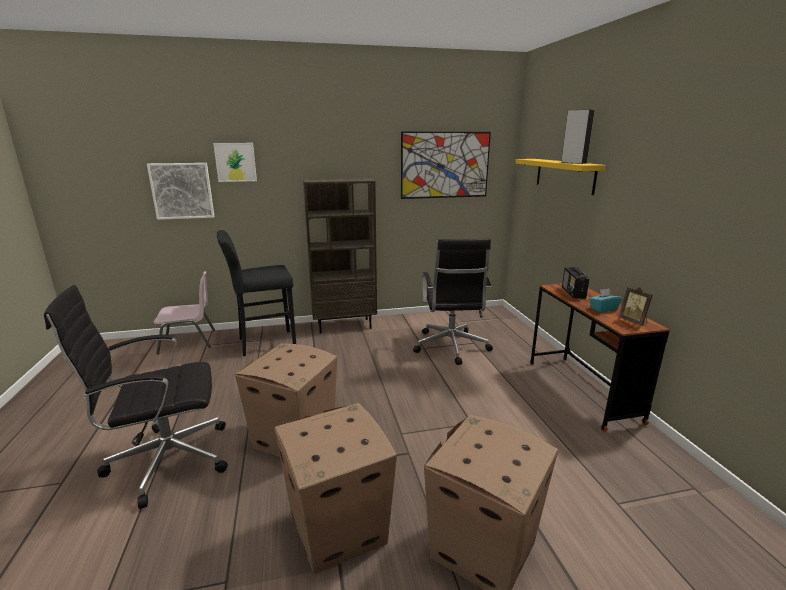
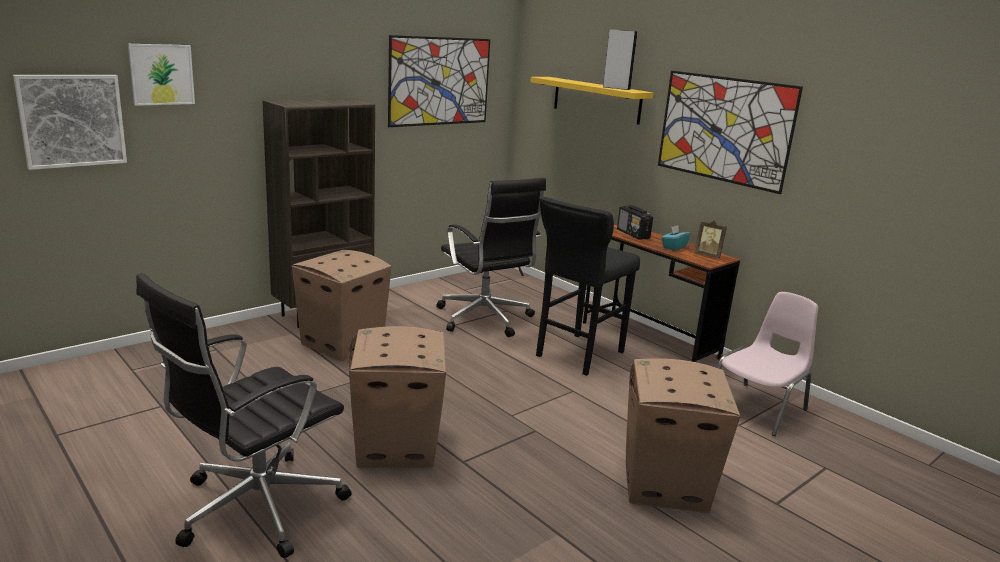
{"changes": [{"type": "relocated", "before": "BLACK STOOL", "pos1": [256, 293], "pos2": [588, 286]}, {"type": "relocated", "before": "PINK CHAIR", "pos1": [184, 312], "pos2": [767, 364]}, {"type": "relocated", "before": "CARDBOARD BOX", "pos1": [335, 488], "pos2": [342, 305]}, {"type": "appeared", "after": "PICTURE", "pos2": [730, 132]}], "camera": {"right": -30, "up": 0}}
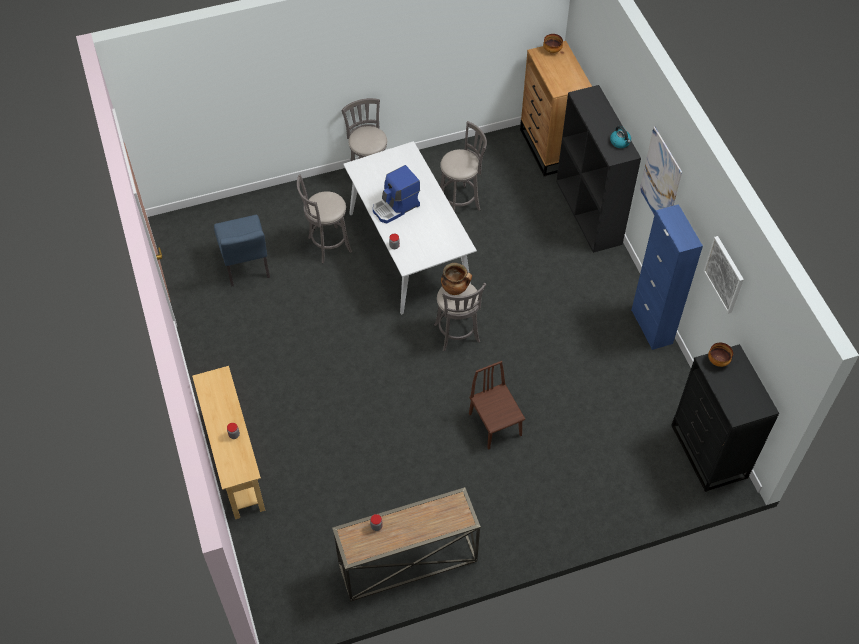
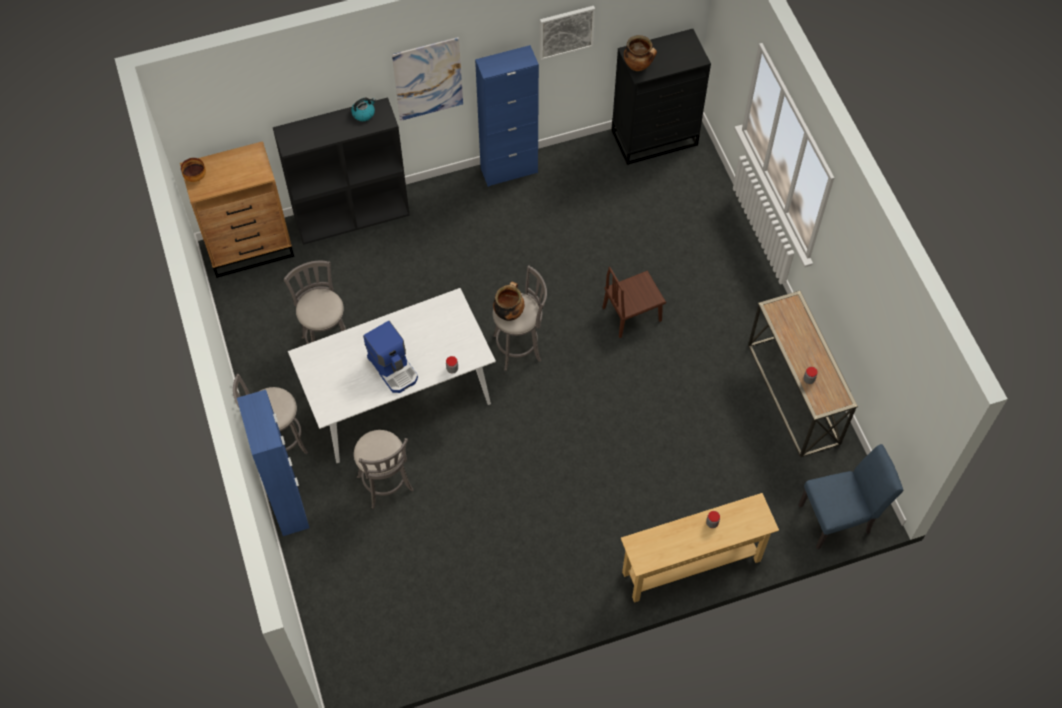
{"changes": [{"type": "relocated", "before": "BLUE CHAIR", "pos1": [242, 250], "pos2": [851, 496]}, {"type": "exchanged", "before": "BOWL", "after": "COOKING POT", "pos1": [720, 354], "pos2": [640, 53]}, {"type": "appeared", "after": "BLUE CABINET", "pos2": [273, 463]}], "camera": {"right": -90, "up": 5}}
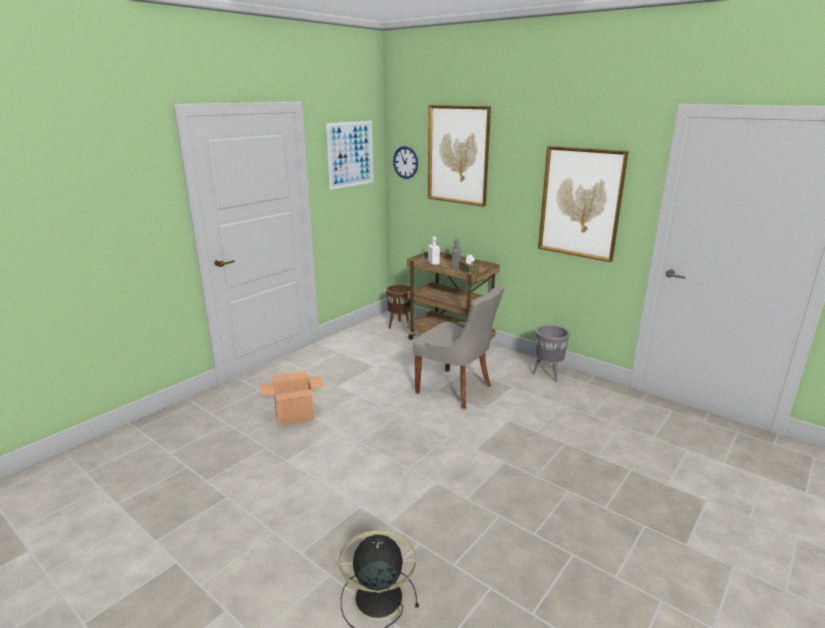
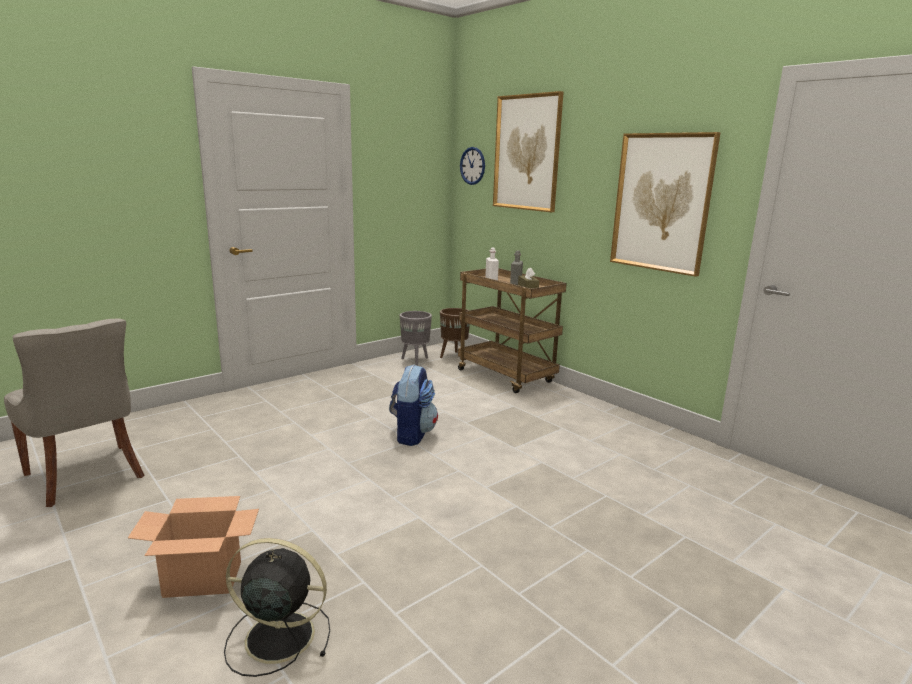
{"changes": [{"type": "missing", "before": "PICTURE", "pos1": [349, 155]}, {"type": "relocated", "before": "GREY CHAIR", "pos1": [459, 347], "pos2": [74, 412]}, {"type": "relocated", "before": "GREY PLANTER", "pos1": [550, 353], "pos2": [416, 338]}, {"type": "relocated", "before": "CARDBOARD BOX", "pos1": [292, 398], "pos2": [193, 547]}, {"type": "appeared", "after": "BACKPACK", "pos2": [413, 405]}], "camera": {"right": 10, "up": -5}}
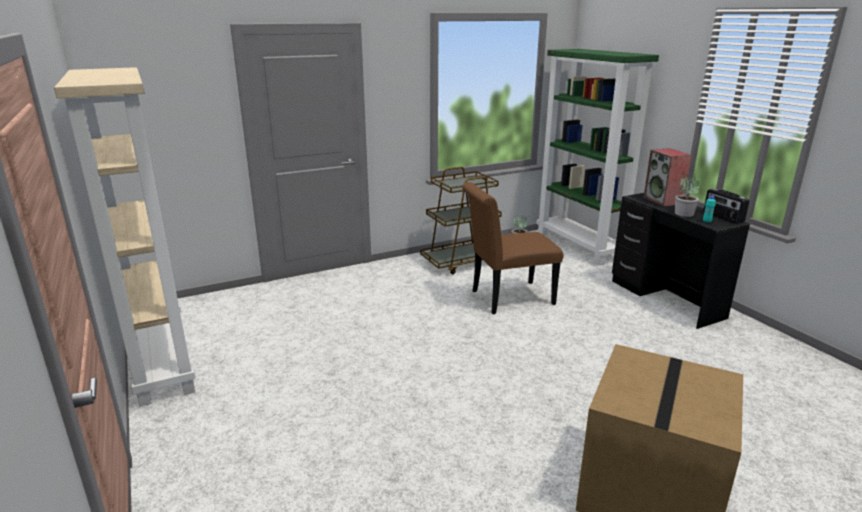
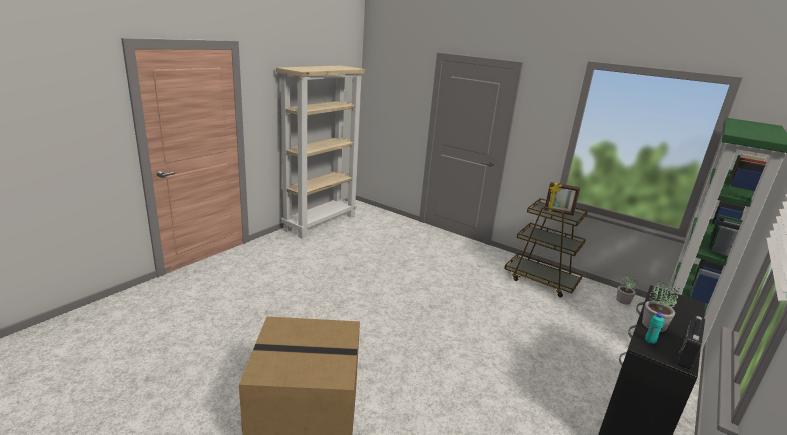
{"changes": [{"type": "missing", "before": "SPEAKER", "pos1": [667, 177]}, {"type": "missing", "before": "BROWN CHAIR", "pos1": [512, 248]}, {"type": "appeared", "after": "PICTURE FRAME", "pos2": [562, 198]}], "camera": {"right": 60, "up": 0}}
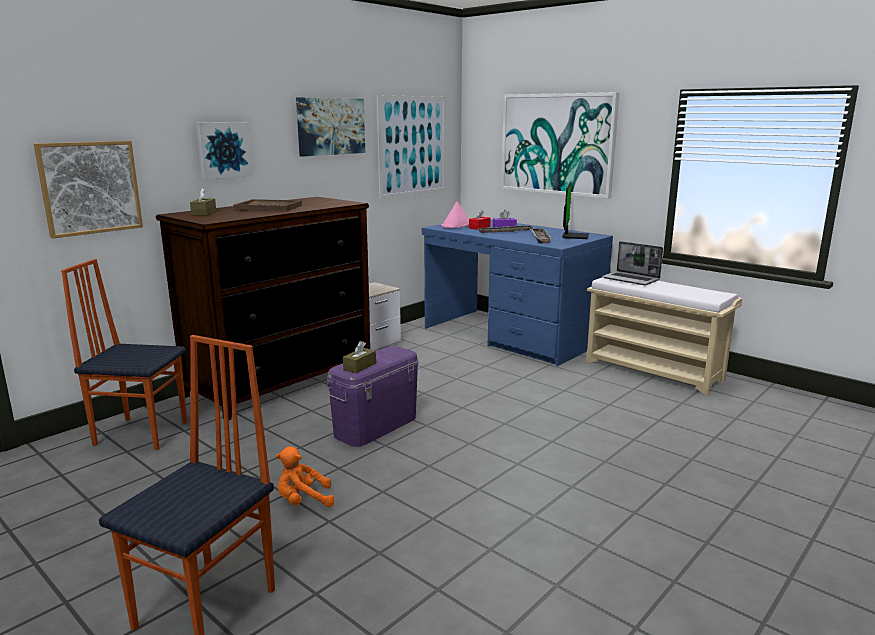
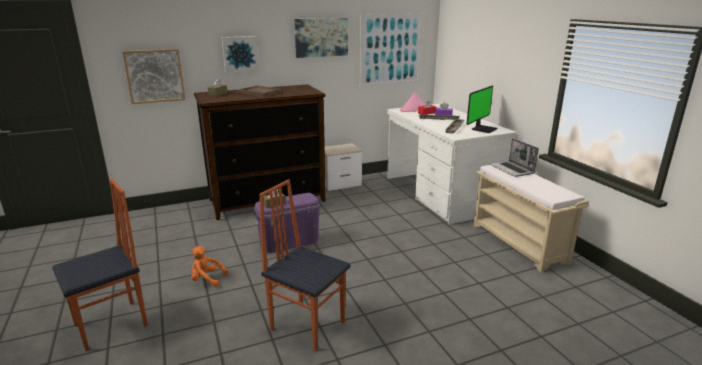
{"changes": [{"type": "missing", "before": "PICTURE", "pos1": [560, 145]}, {"type": "colour", "before": "BLUE DESK", "after": "WHITE DESK", "pos1": [517, 293], "pos2": [451, 164]}, {"type": "relocated", "before": "CHAIR", "pos1": [124, 354], "pos2": [304, 265]}], "camera": {"right": 25, "up": 5}}
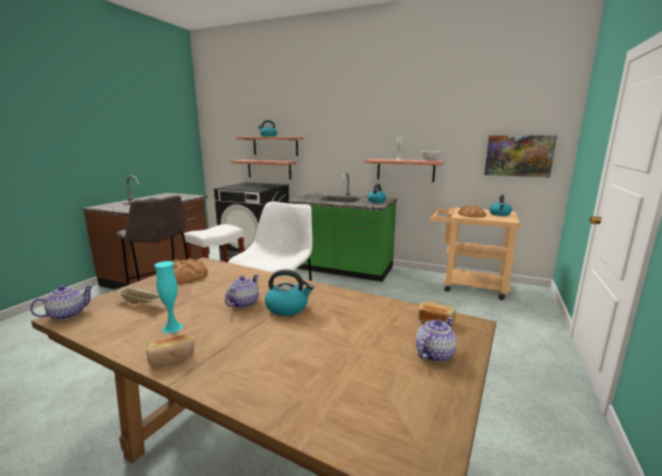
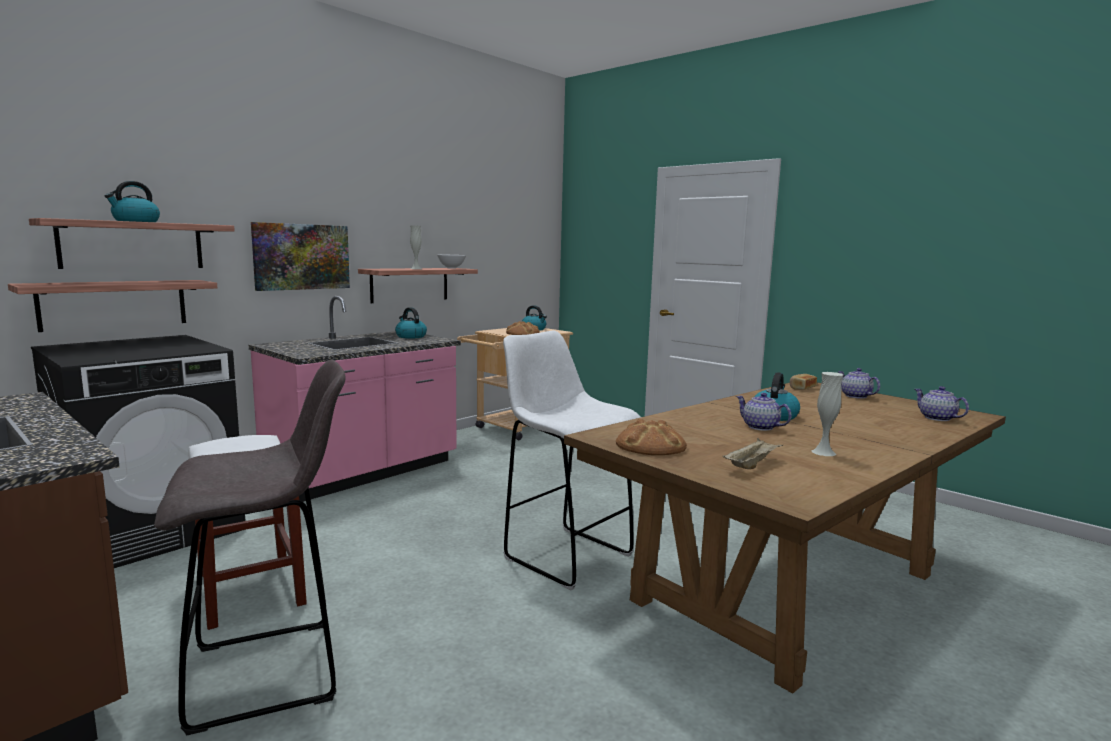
{"changes": [{"type": "relocated", "before": "PICTURE", "pos1": [520, 156], "pos2": [300, 256]}, {"type": "colour", "before": "GREEN COUNTER", "after": "PINK COUNTER", "pos1": [342, 227], "pos2": [355, 399]}, {"type": "colour", "before": "TURQUOISE VASE", "after": "WHITE VASE", "pos1": [168, 297], "pos2": [827, 414]}, {"type": "relocated", "before": "TEAPOT", "pos1": [62, 302], "pos2": [941, 403]}, {"type": "missing", "before": "BREAD", "pos1": [170, 350]}], "camera": {"right": -70, "up": -5}}
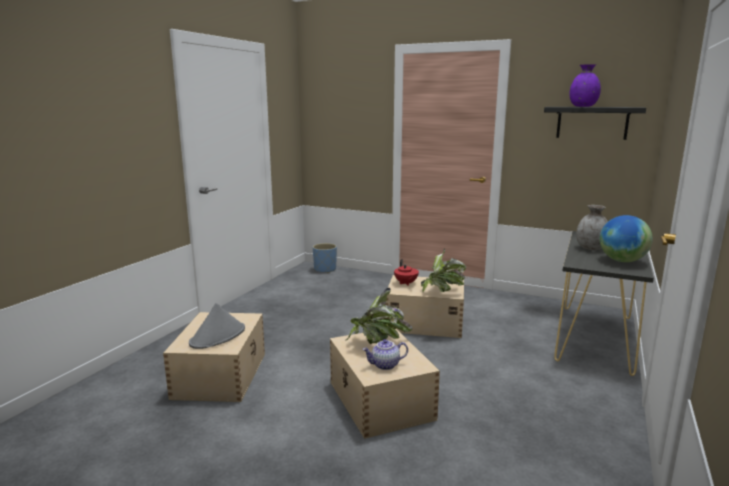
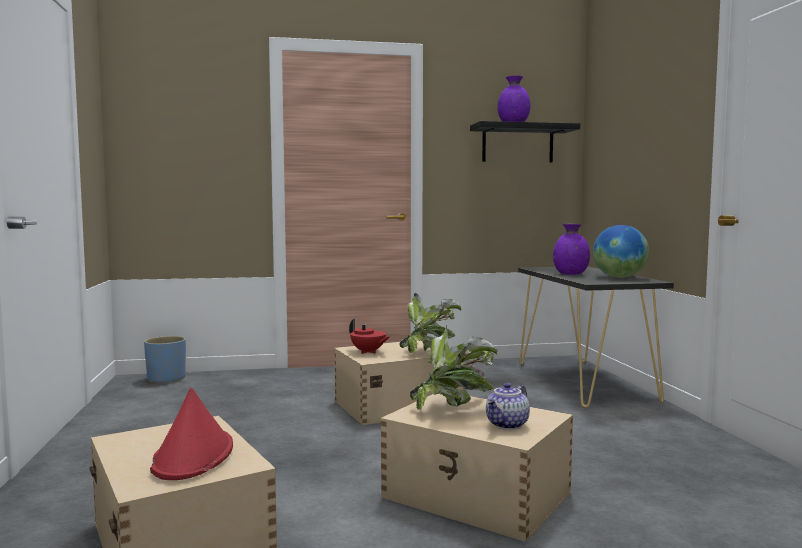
{"changes": [{"type": "colour", "before": "GREY VASE", "after": "PURPLE VASE", "pos1": [592, 227], "pos2": [571, 249]}, {"type": "colour", "before": "GREY HAT", "after": "RED HAT", "pos1": [217, 326], "pos2": [191, 434]}], "camera": {"right": -35, "up": -10}}
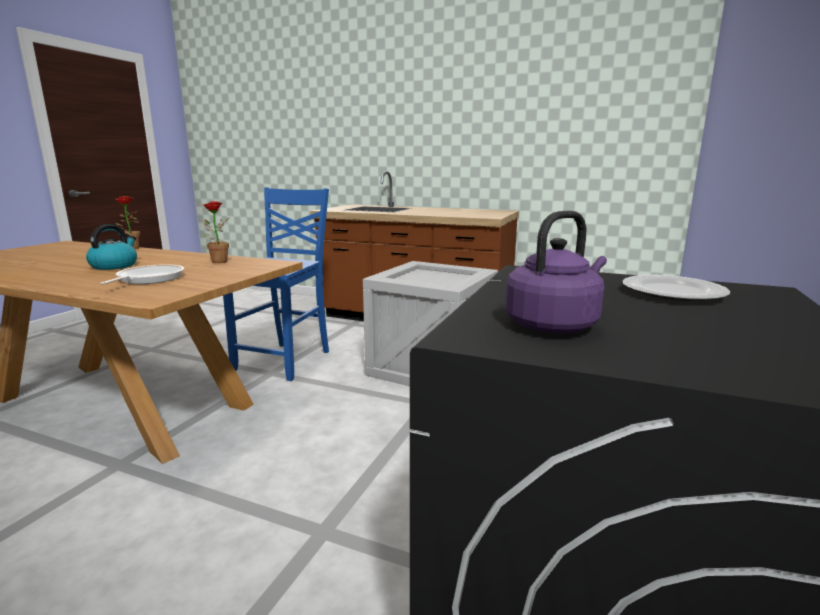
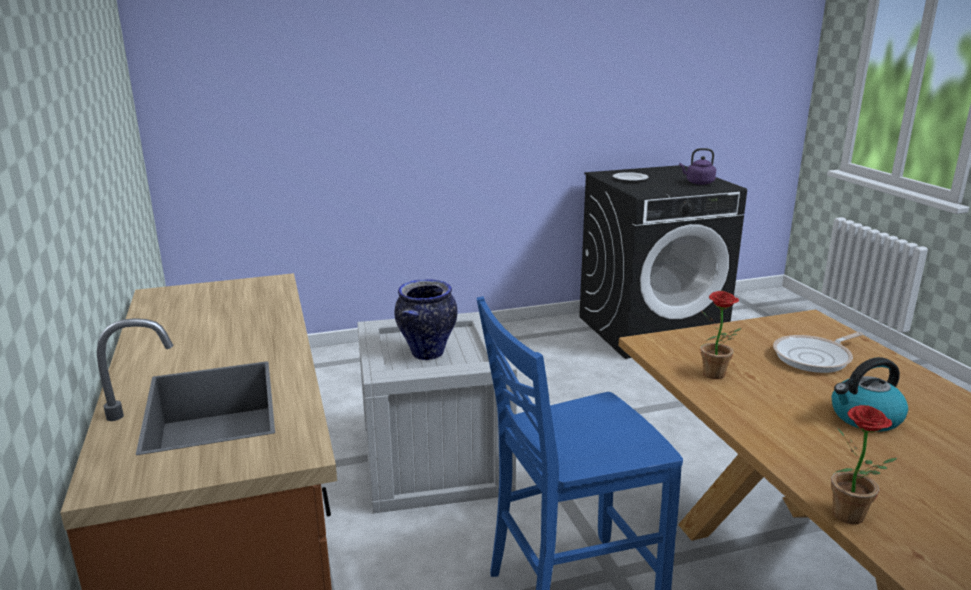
{"changes": [{"type": "appeared", "after": "VASE", "pos2": [426, 319]}], "camera": {"right": -130, "up": 5}}
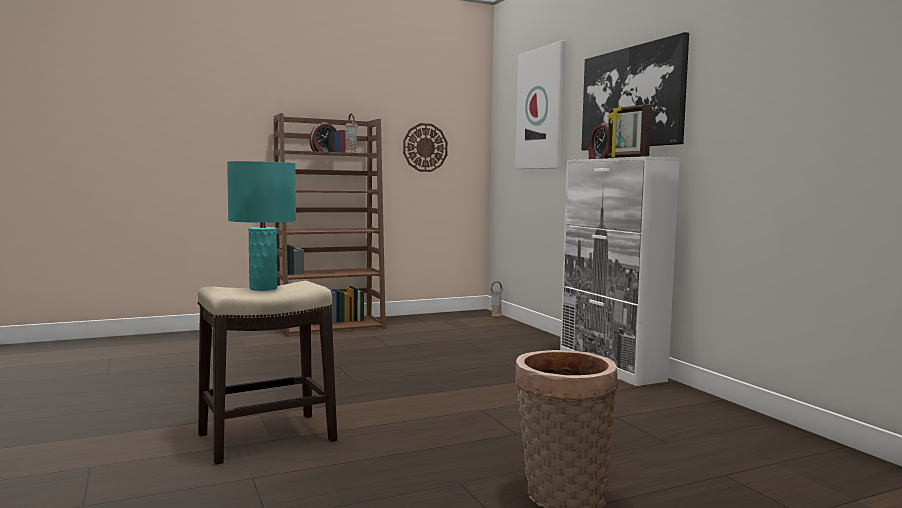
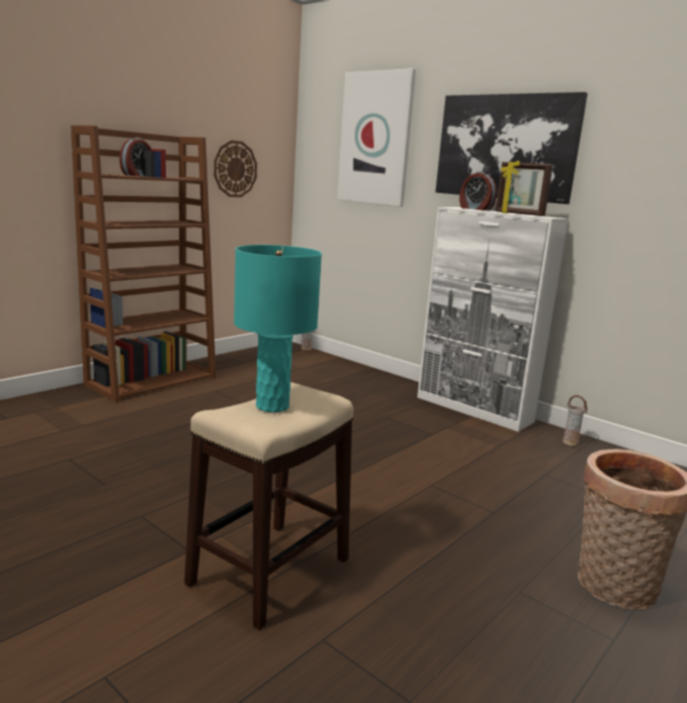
{"changes": [{"type": "relocated", "before": "VASE", "pos1": [351, 133], "pos2": [575, 420]}], "camera": {"right": -25, "up": 10}}
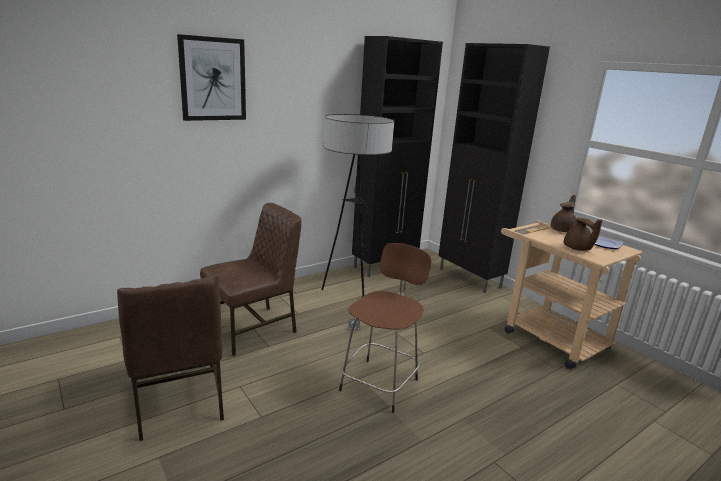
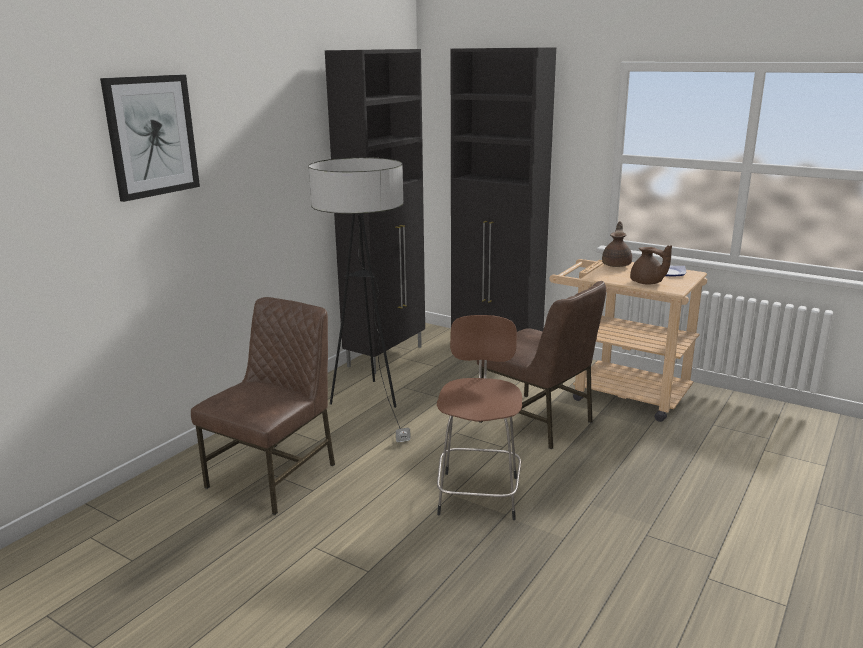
{"changes": [{"type": "relocated", "before": "BROWN CHAIR", "pos1": [170, 358], "pos2": [541, 365]}], "camera": {"right": -20, "up": 0}}
